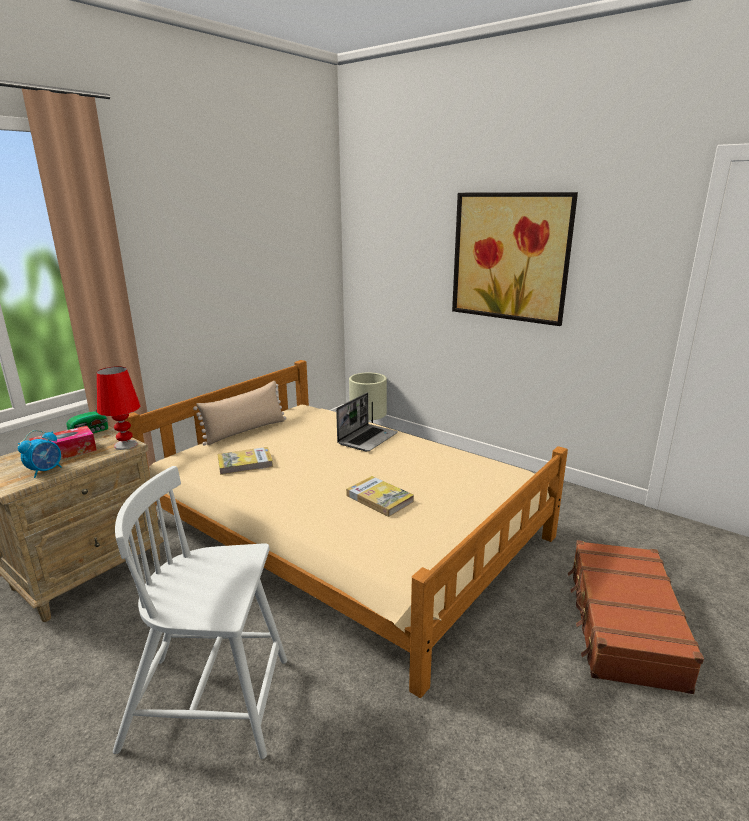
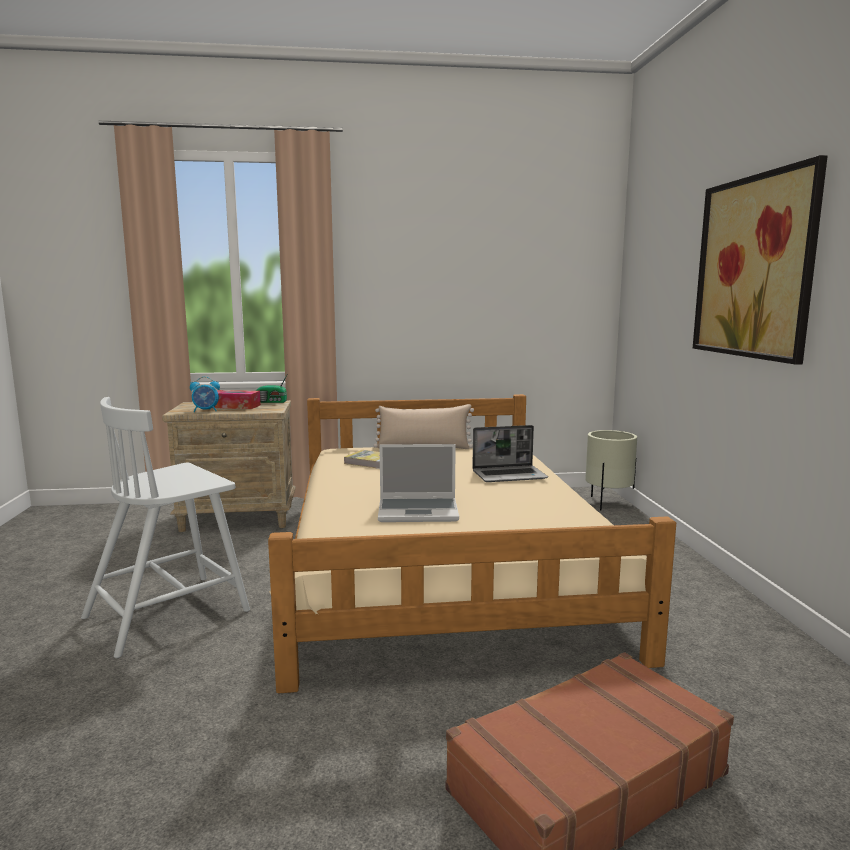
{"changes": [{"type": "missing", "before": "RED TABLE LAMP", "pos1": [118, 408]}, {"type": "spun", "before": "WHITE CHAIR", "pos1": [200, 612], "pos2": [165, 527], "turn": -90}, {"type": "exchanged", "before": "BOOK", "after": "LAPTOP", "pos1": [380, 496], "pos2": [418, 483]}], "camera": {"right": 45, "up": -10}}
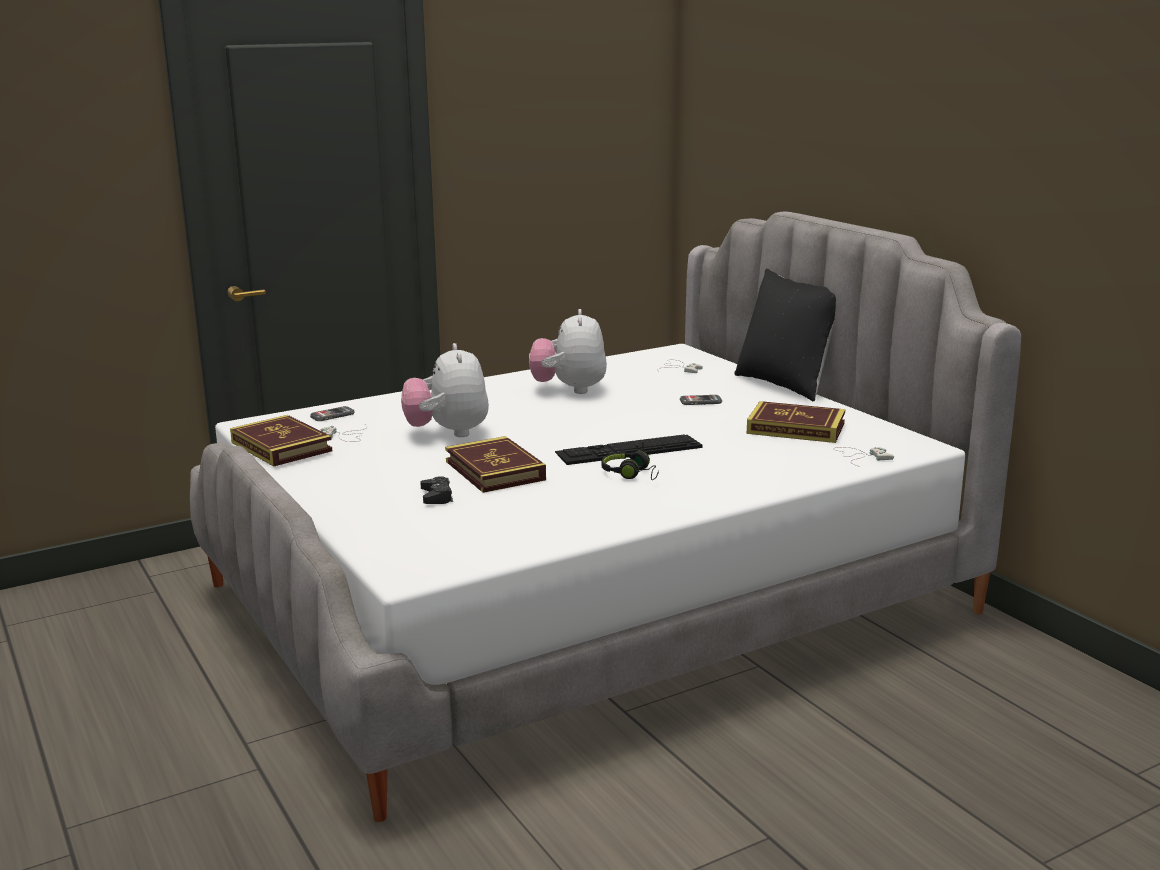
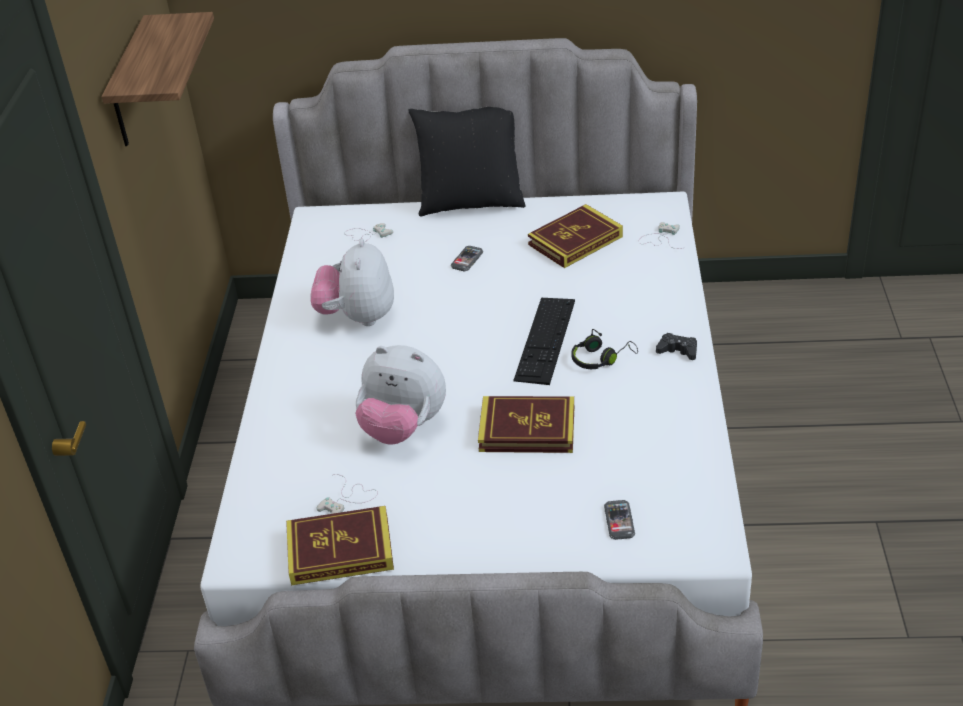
{"changes": [{"type": "spun", "before": "PLUSH TOY", "pos1": [568, 351], "pos2": [352, 282], "turn": 60}, {"type": "relocated", "before": "PHONE", "pos1": [332, 413], "pos2": [619, 520]}, {"type": "relocated", "before": "BLACK GAME CONTROLLER", "pos1": [436, 490], "pos2": [676, 346]}, {"type": "appeared", "after": "SHELF", "pos2": [158, 79]}], "camera": {"right": -55, "up": 20}}
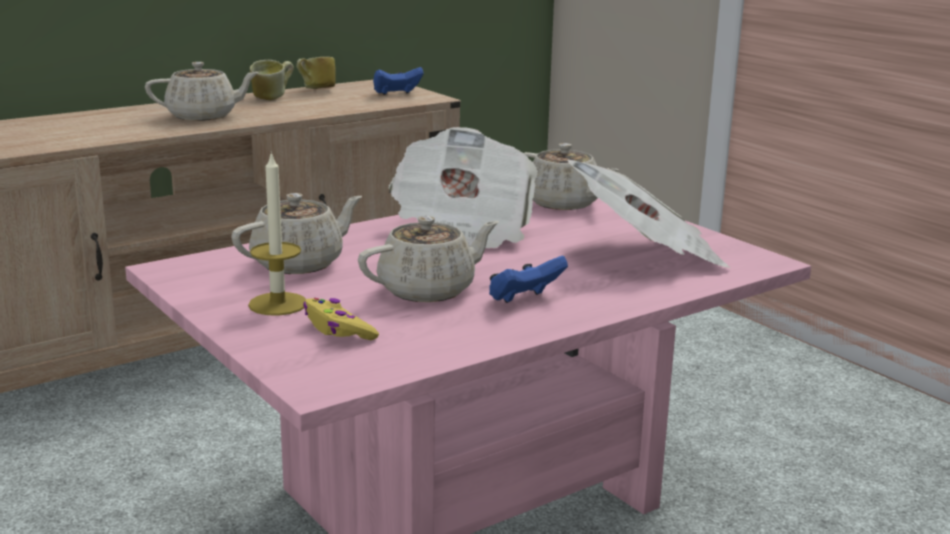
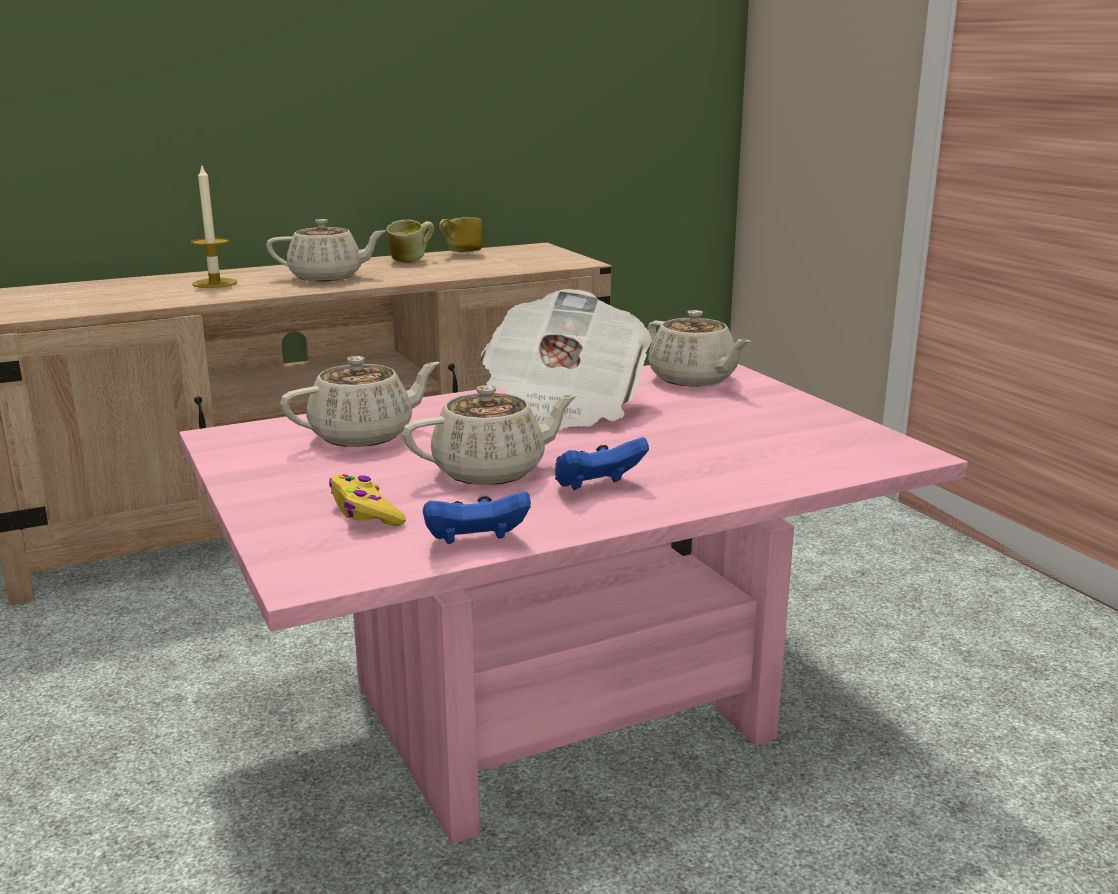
{"changes": [{"type": "relocated", "before": "BLUE GAME CONTROLLER", "pos1": [398, 81], "pos2": [477, 517]}, {"type": "relocated", "before": "CANDLE", "pos1": [277, 233], "pos2": [214, 225]}, {"type": "missing", "before": "NEWSPAPER", "pos1": [649, 214]}], "camera": {"right": 10, "up": 0}}
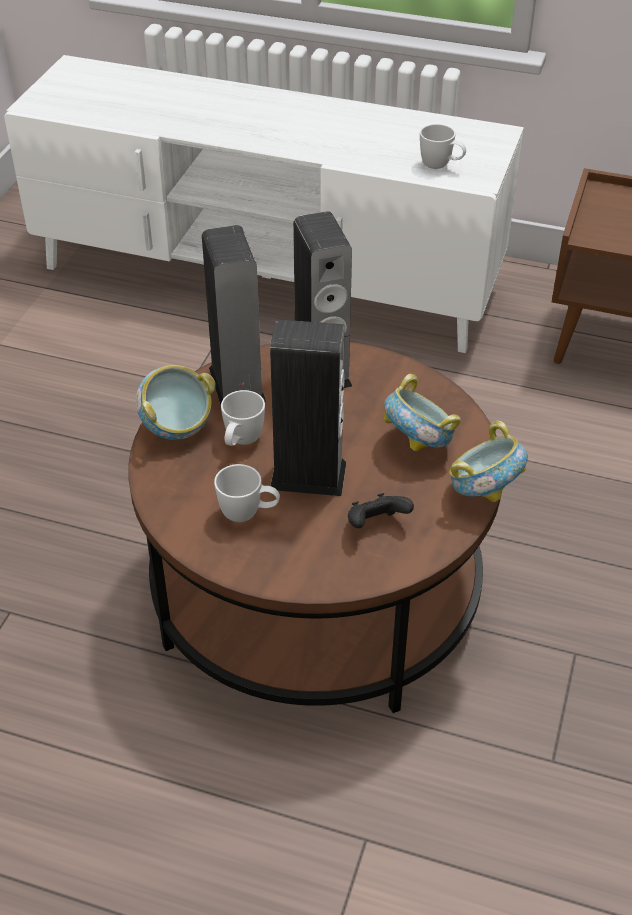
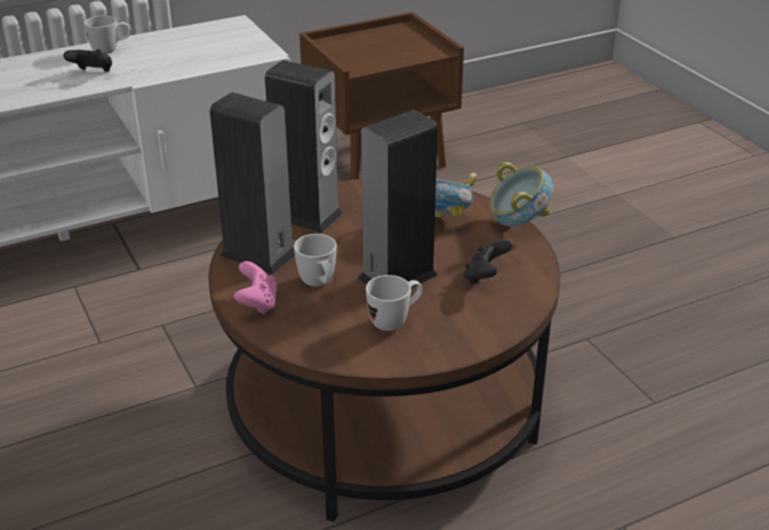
{"changes": [{"type": "relocated", "before": "WHITE MUG", "pos1": [443, 146], "pos2": [107, 35]}, {"type": "exchanged", "before": "BOWL", "after": "PINK GAME CONTROLLER", "pos1": [176, 402], "pos2": [255, 287]}, {"type": "appeared", "after": "BLACK GAME CONTROLLER", "pos2": [87, 60]}], "camera": {"right": -45, "up": -10}}
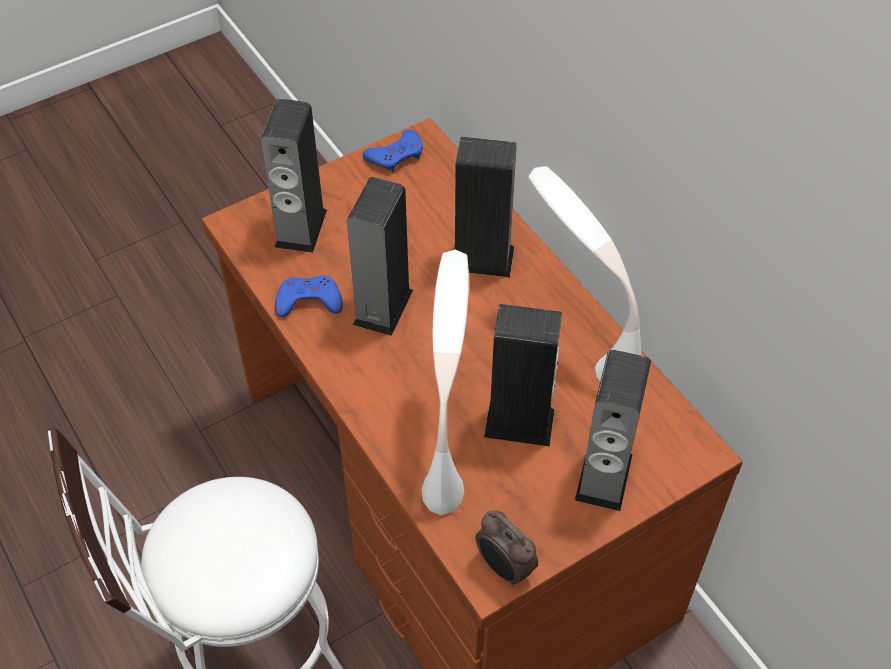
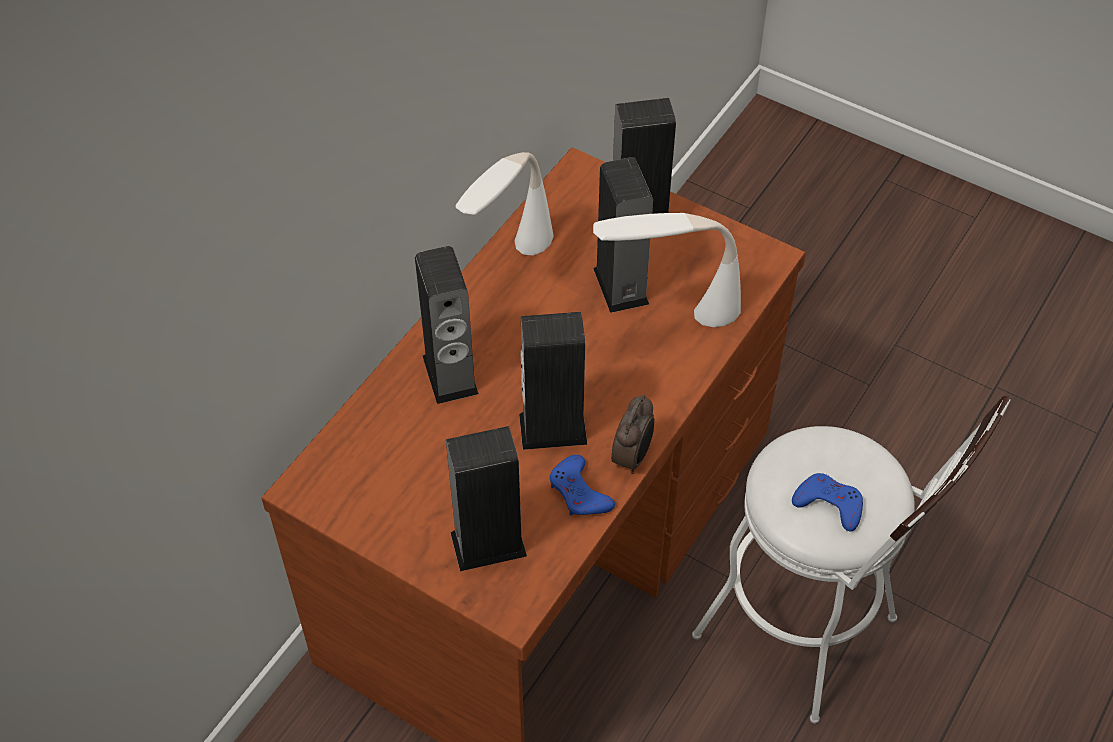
{"changes": [{"type": "relocated", "before": "BLUE GAME CONTROLLER", "pos1": [393, 150], "pos2": [827, 502]}, {"type": "relocated", "before": "ALARM CLOCK", "pos1": [506, 548], "pos2": [632, 434]}], "camera": {"right": -115, "up": 0}}
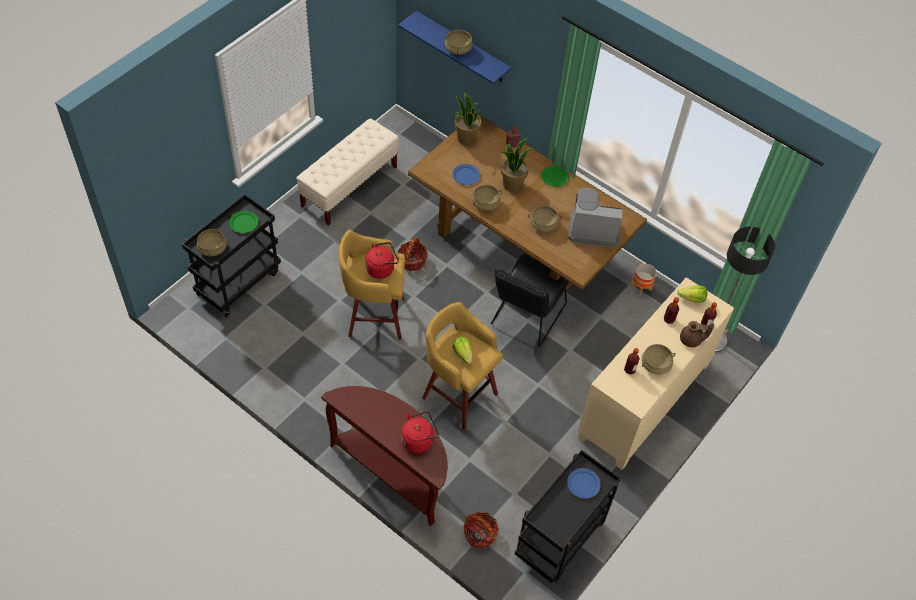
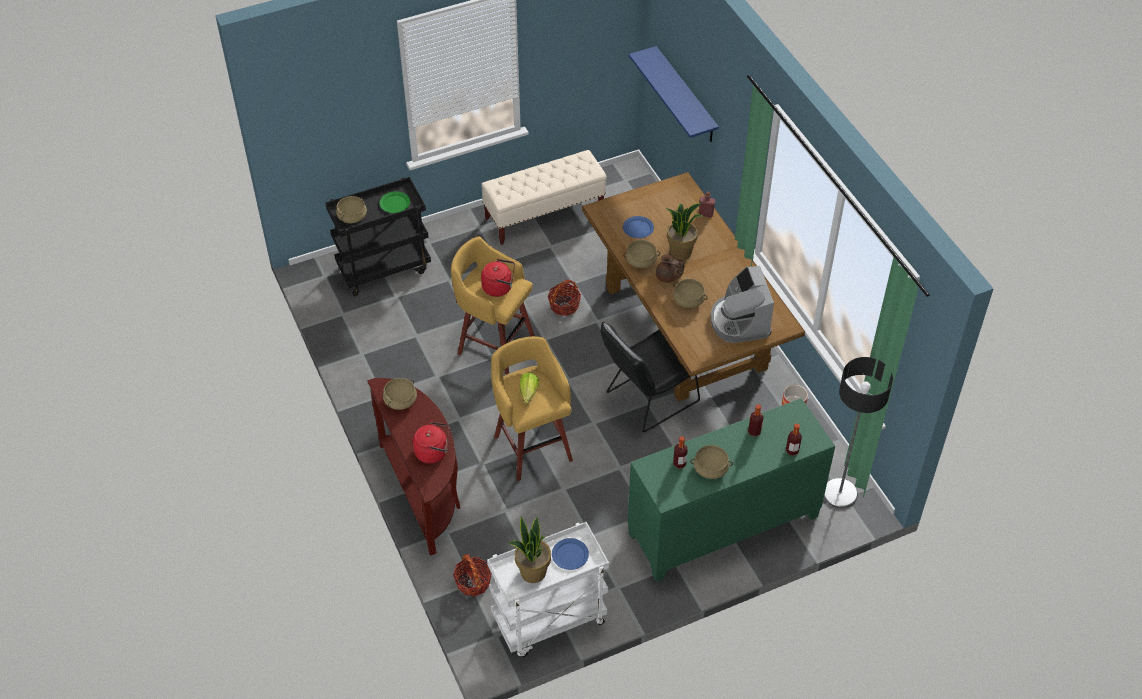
{"changes": [{"type": "relocated", "before": "BEIGE COOKING POT", "pos1": [459, 42], "pos2": [400, 394]}, {"type": "relocated", "before": "POTTED PLANT", "pos1": [467, 119], "pos2": [529, 550]}, {"type": "missing", "before": "GREEN PLATE", "pos1": [555, 176]}, {"type": "spun", "before": "COFFEE MACHINE", "pos1": [595, 218], "pos2": [742, 304], "turn": -135}, {"type": "colour", "before": "BEIGE CABINET", "after": "GREEN CABINET", "pos1": [656, 373], "pos2": [731, 490]}, {"type": "missing", "before": "LETTUCE", "pos1": [692, 294]}, {"type": "relocated", "before": "BROWN TEAPOT", "pos1": [697, 334], "pos2": [670, 268]}, {"type": "colour", "before": "BLACK CART", "after": "WHITE CART", "pos1": [568, 516], "pos2": [548, 589]}], "camera": {"right": 30, "up": -5}}
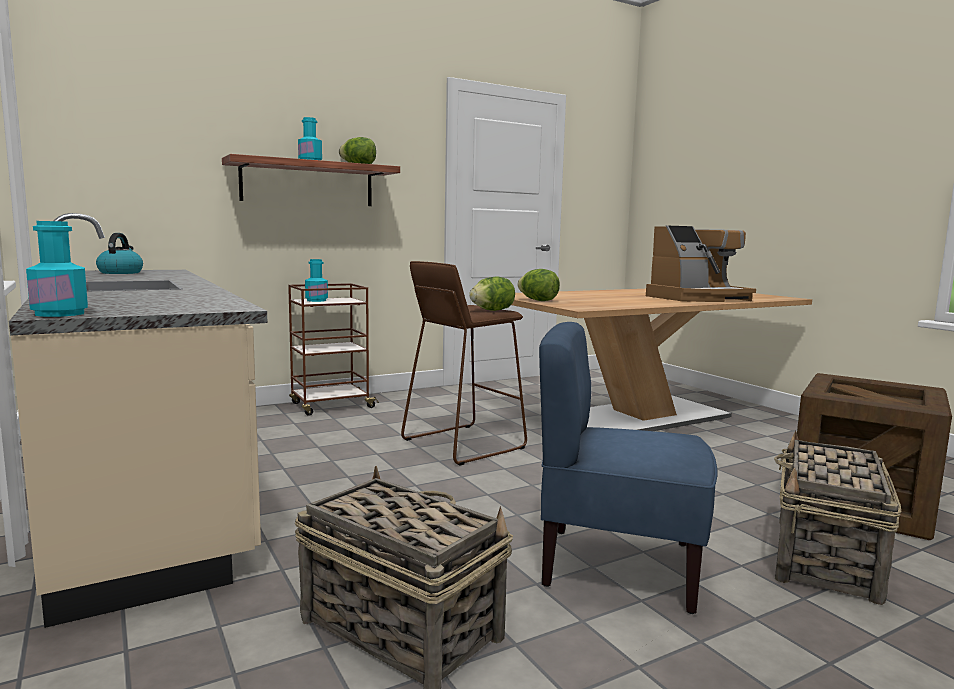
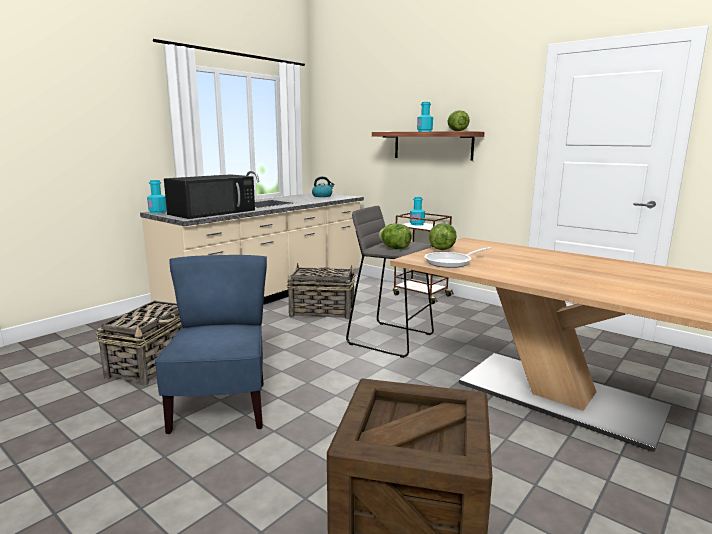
{"changes": [{"type": "missing", "before": "COFFEE MACHINE", "pos1": [701, 263]}, {"type": "colour", "before": "BROWN STOOL", "after": "GREY STOOL", "pos1": [464, 363], "pos2": [390, 282]}, {"type": "relocated", "before": "BASKET", "pos1": [837, 518], "pos2": [321, 291]}, {"type": "appeared", "after": "BLACK MICROWAVE", "pos2": [209, 196]}, {"type": "appeared", "after": "FRYING PAN", "pos2": [457, 257]}], "camera": {"right": 70, "up": 5}}
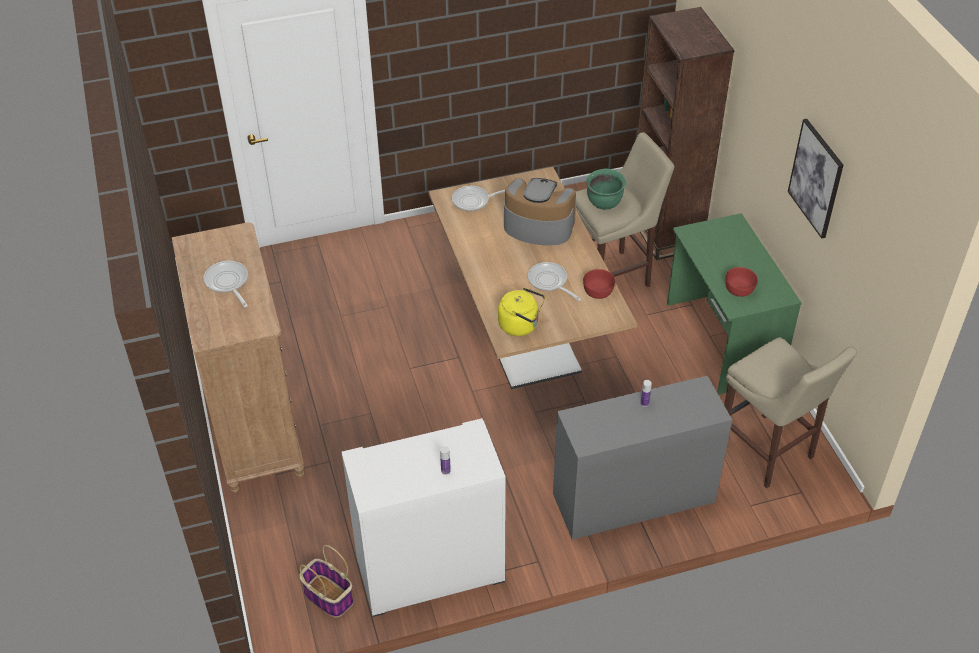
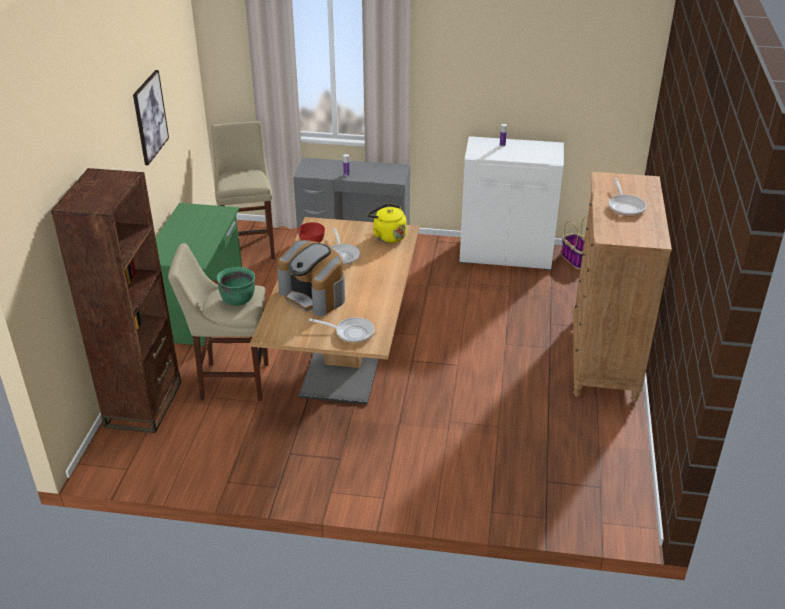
{"changes": [{"type": "missing", "before": "RED BOWL", "pos1": [741, 282]}], "camera": {"right": -155, "up": -10}}
